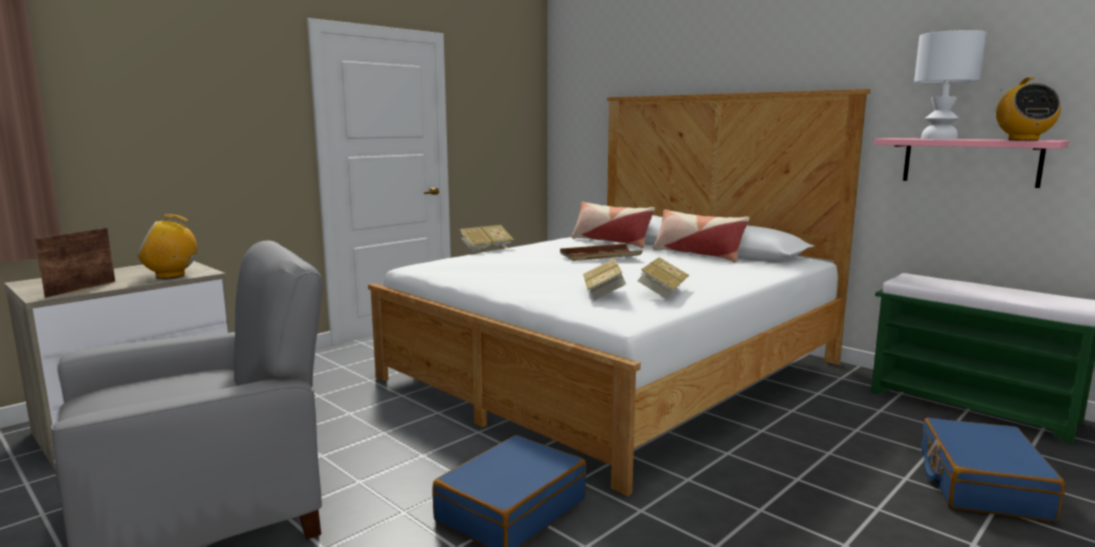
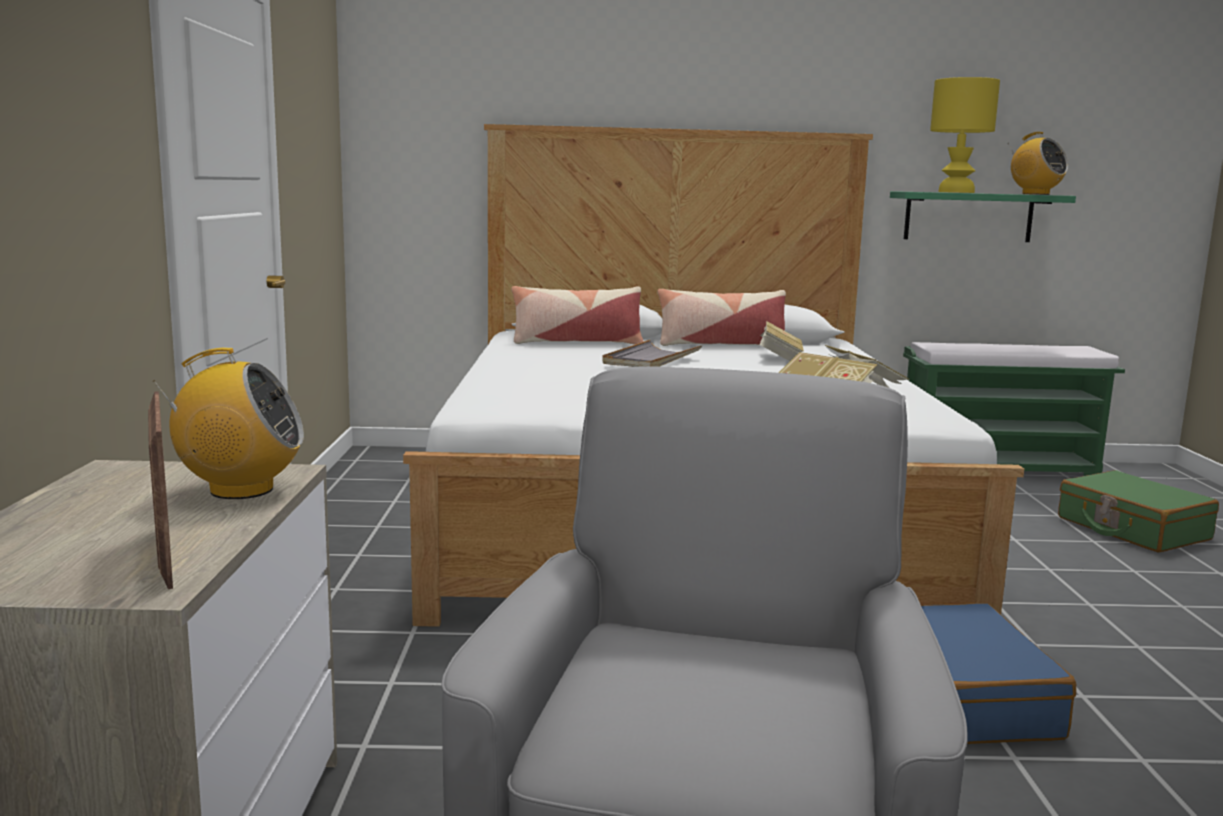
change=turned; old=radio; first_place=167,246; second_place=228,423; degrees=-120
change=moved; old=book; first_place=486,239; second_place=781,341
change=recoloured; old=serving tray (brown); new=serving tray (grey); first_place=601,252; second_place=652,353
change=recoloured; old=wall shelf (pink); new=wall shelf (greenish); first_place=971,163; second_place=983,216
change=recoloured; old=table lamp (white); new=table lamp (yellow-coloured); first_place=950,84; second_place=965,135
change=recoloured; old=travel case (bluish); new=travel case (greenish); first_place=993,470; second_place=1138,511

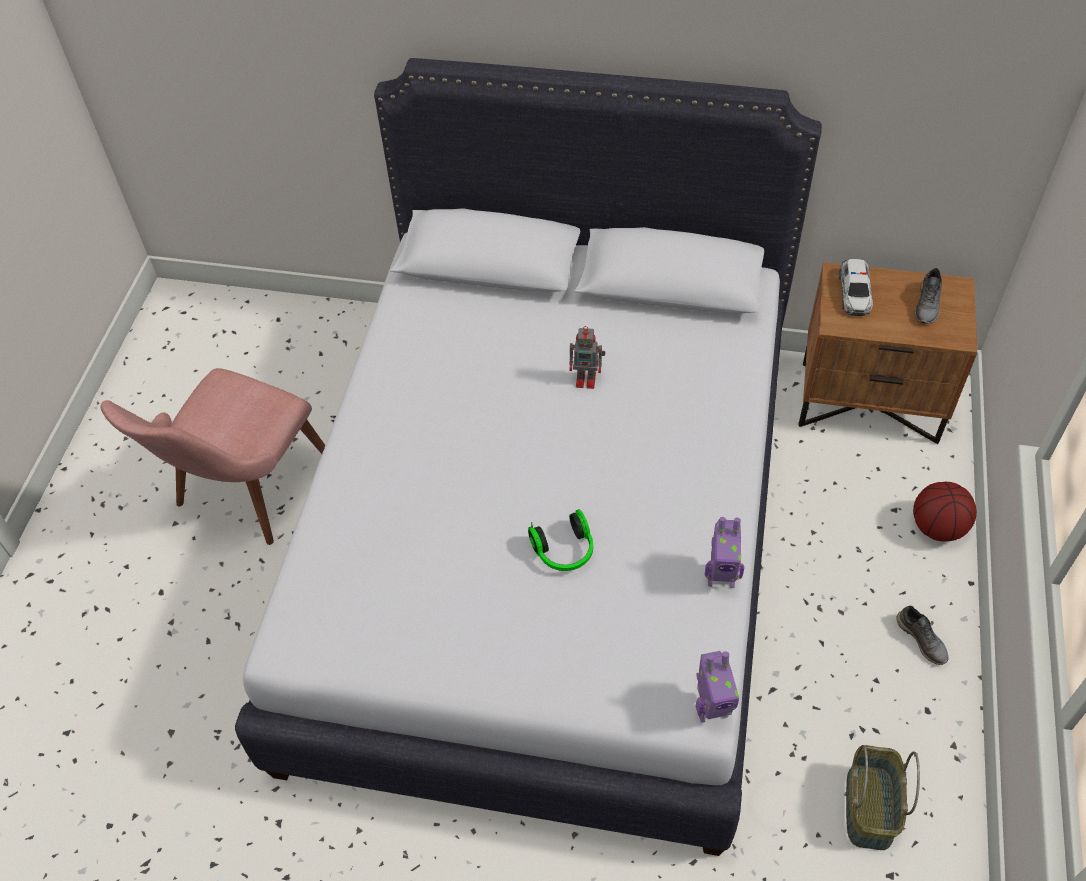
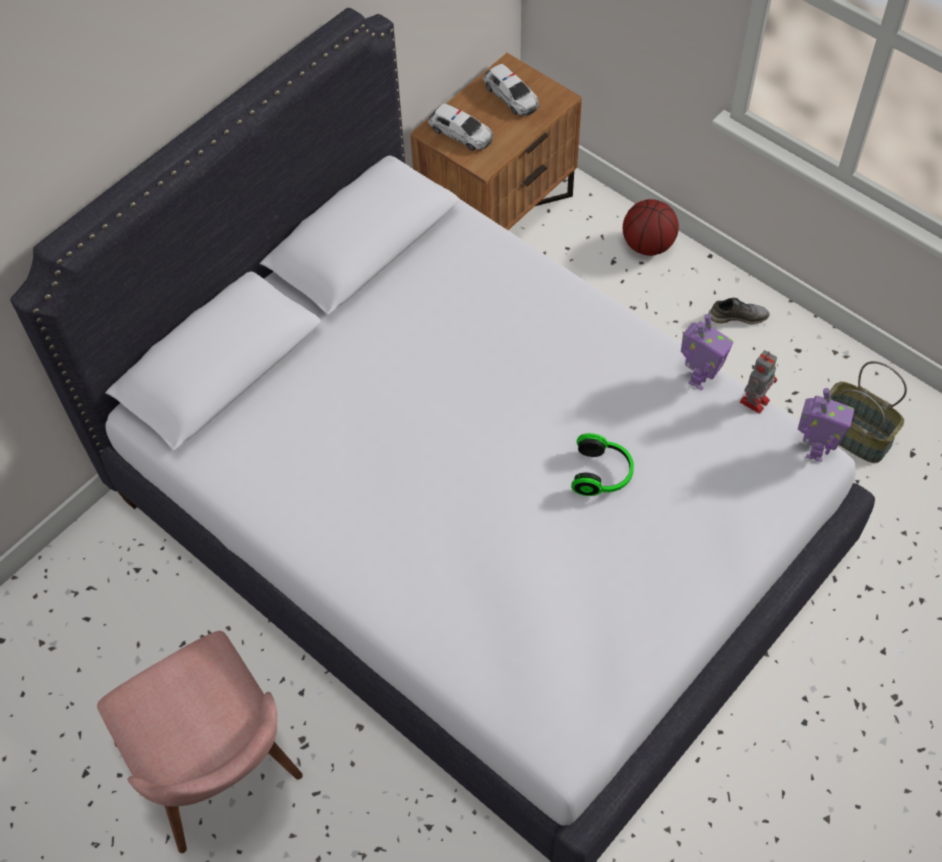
change=moved; old=toy robot; first_place=587,357; second_place=758,382
change=replaced; old=low shoe (grey); new=miniature car; first_place=928,296; second_place=511,90

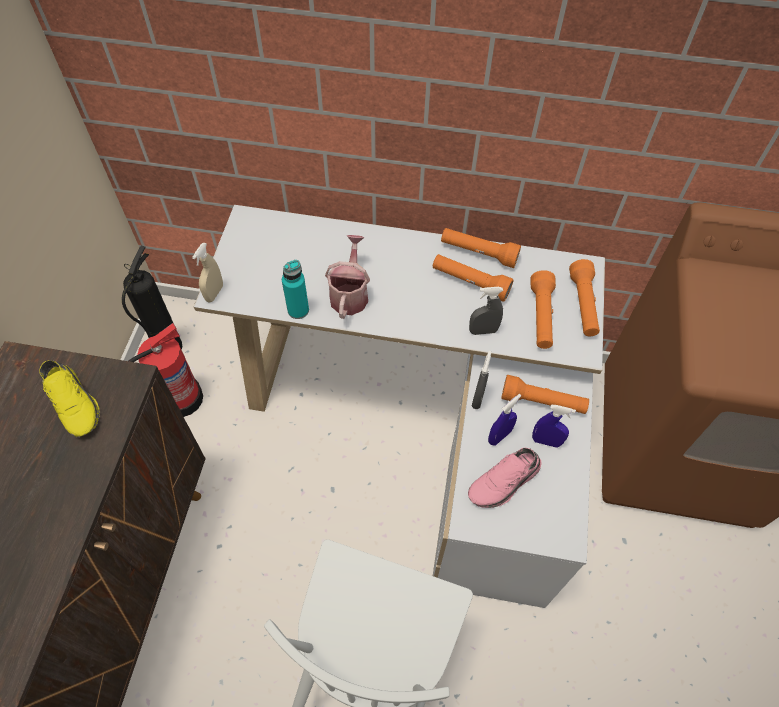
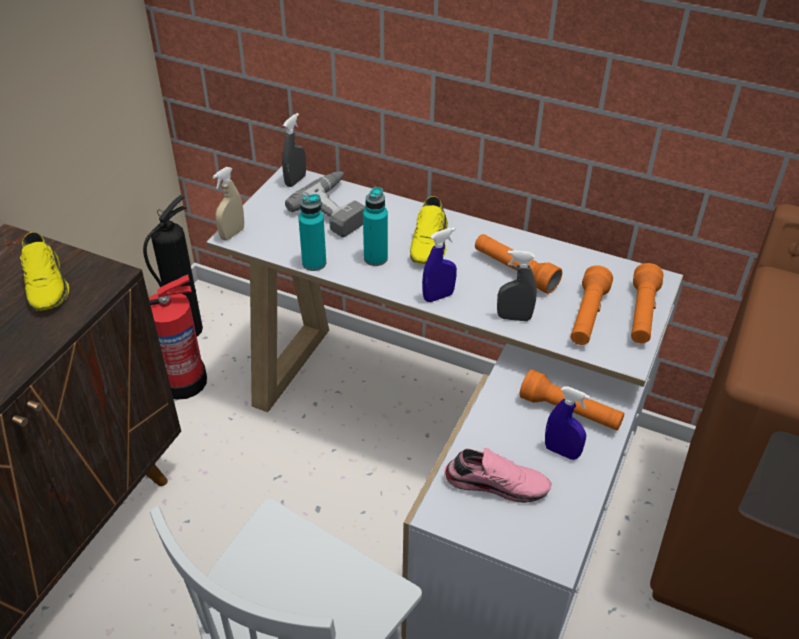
change=replaced; old=sprinkling can; new=bottle (turquoise); first_place=347,277; second_place=375,226
change=removed; old=flashlight (orange); first_place=481,248
change=turned; old=low shoe (pink); first_place=504,478; second_place=497,475; degrees=-150
change=moved; old=sprayer (grey); first_place=481,380; second_place=294,150
change=moved; old=sprayer (bluish); first_place=504,420; second_place=439,264
change=added; new=drill; second_place=325,204
change=added; new=low shoe (yellow-coloured); second_place=429,230

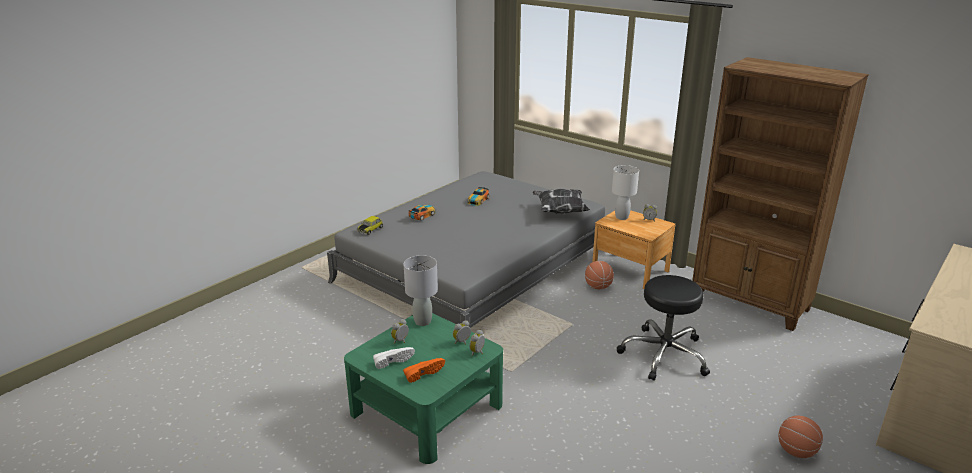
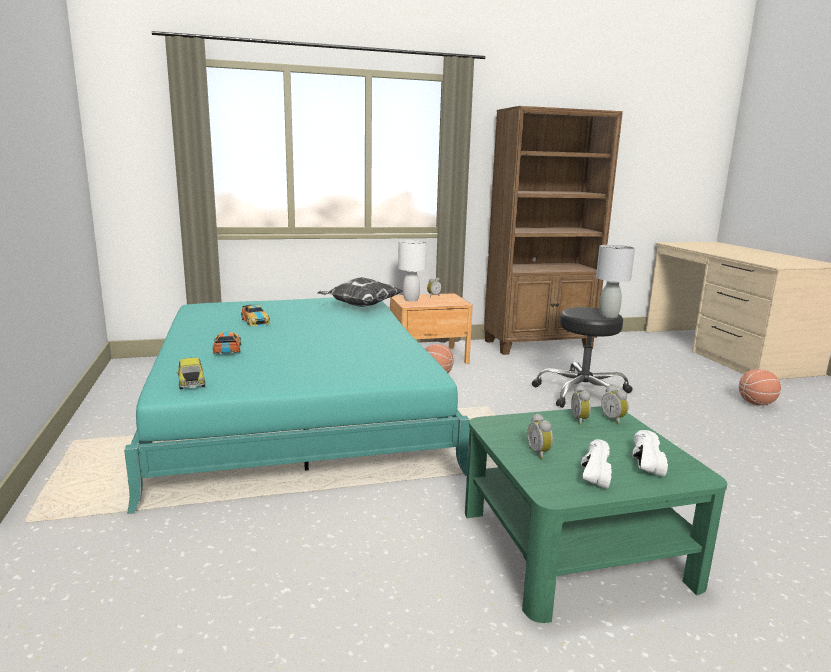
change=recoloured; old=bed (grey); new=bed (turquoise); first_place=466,249; second_place=297,405
change=recoloured; old=low shoe (orange); new=low shoe (white); first_place=424,370; second_place=650,453
change=moved; old=table lamp (grey); first_place=421,290; second_place=615,281

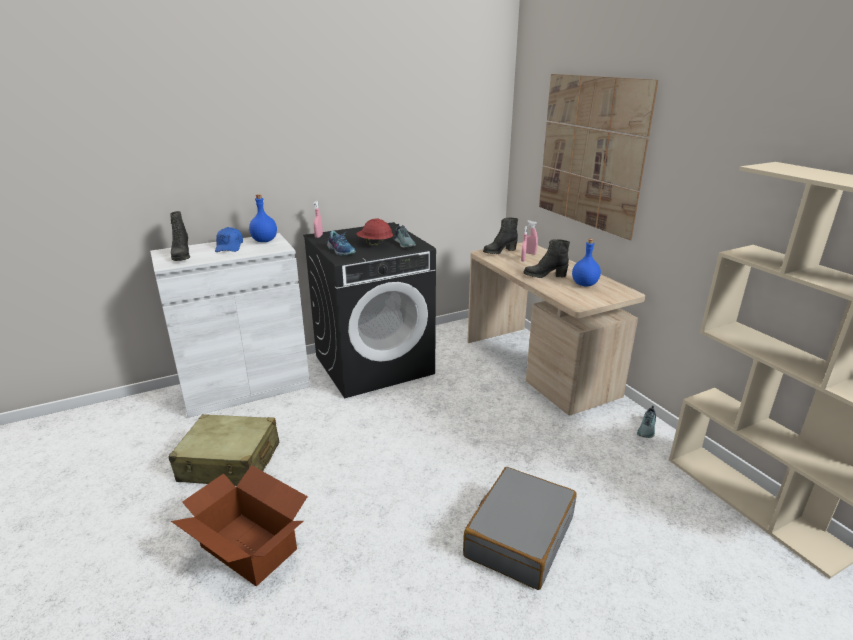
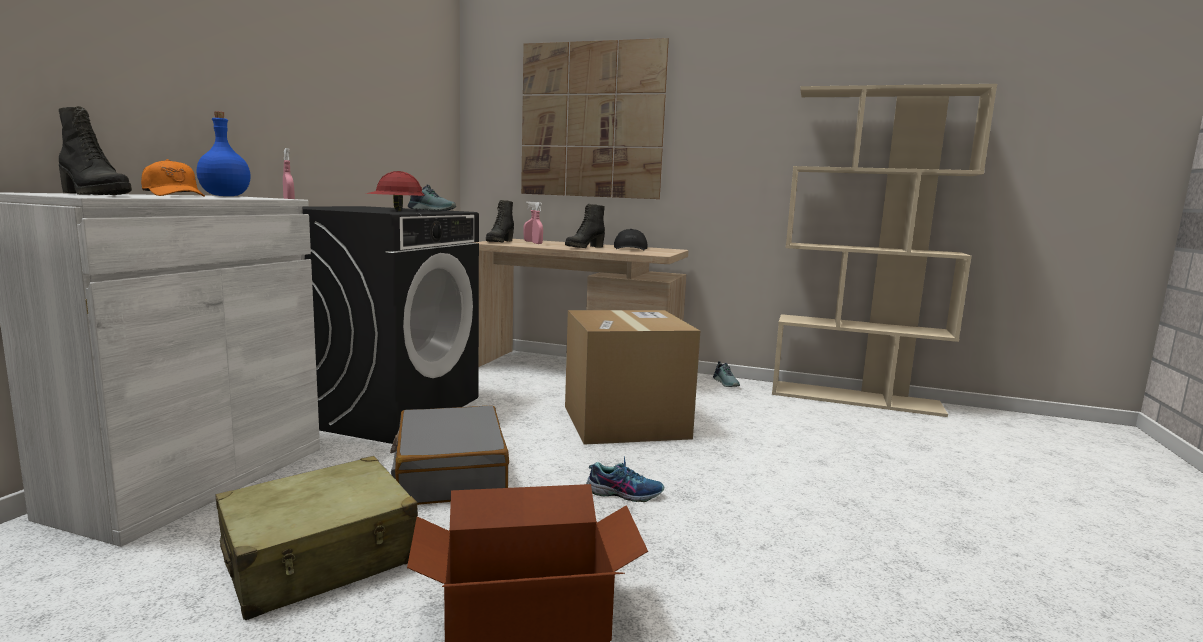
change=recoloured; old=peaked cap (bluish); new=peaked cap (orange); first_place=229,239; second_place=173,178
change=moved; old=low shoe; first_place=341,243; second_place=625,479
change=moved; old=travel case (grey); first_place=520,528; second_place=449,455
change=replaced; old=bottle (bluish); new=peaked cap (black-coloured); first_place=586,263; second_place=631,239
change=added; new=packing box; second_place=632,377

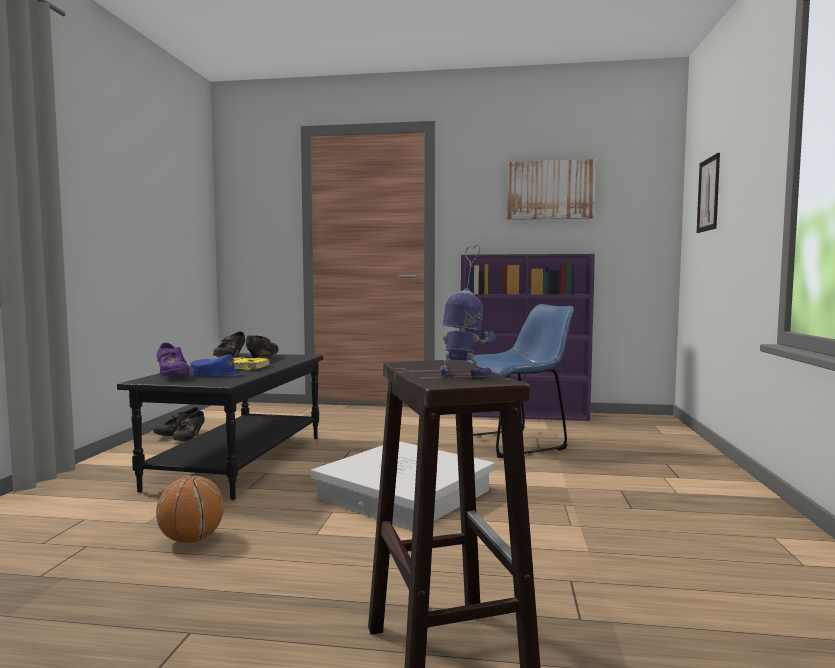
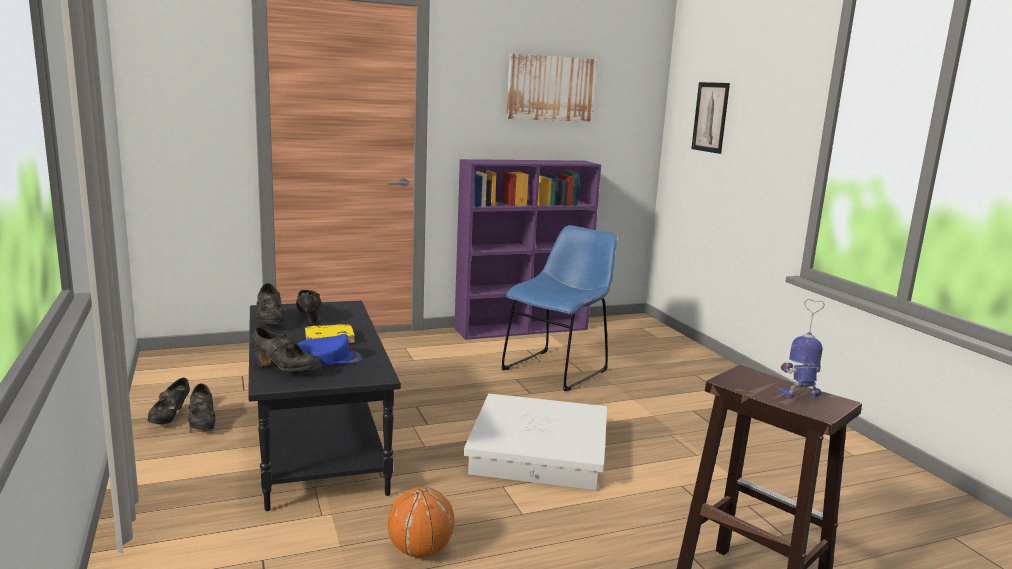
change=recoloured; old=low shoe (purple-coloured); new=low shoe (black-coloured); first_place=173,359; second_place=287,349

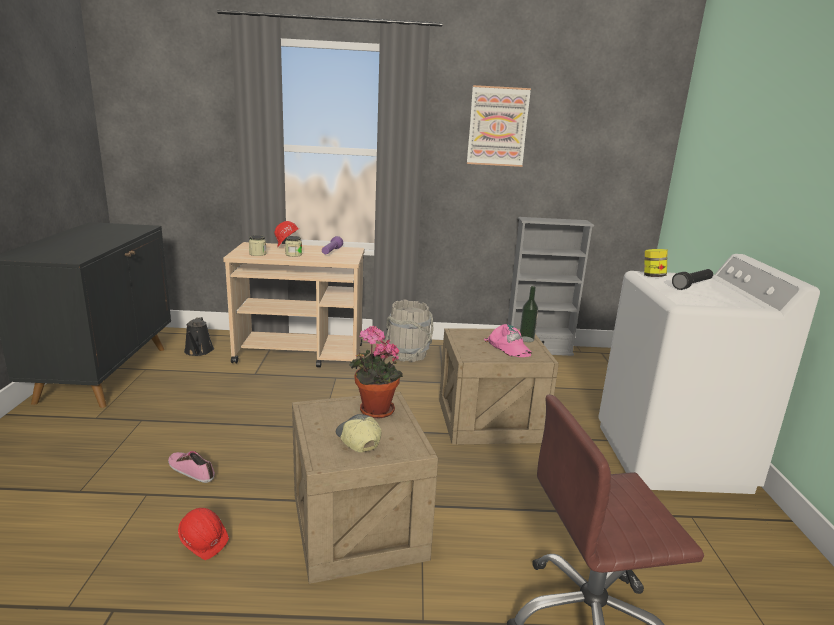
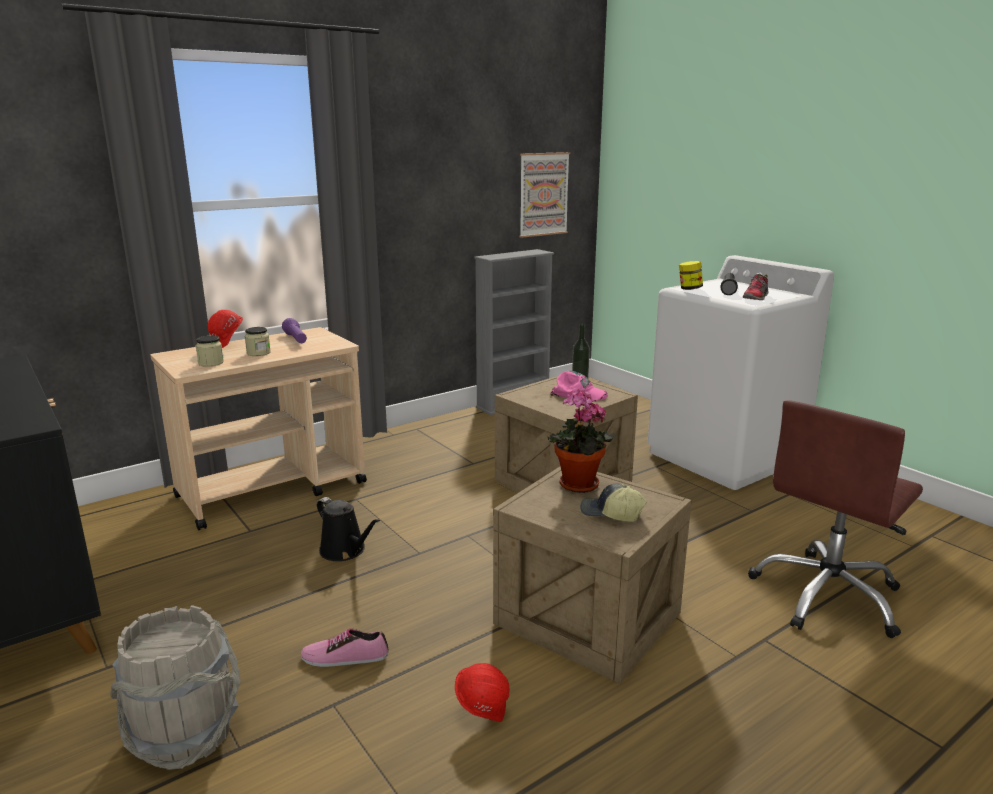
change=moved; old=sprinkling can (black-coloured); first_place=199,336; second_place=348,529
change=moved; old=water bucket (grey); first_place=409,330; second_place=175,687
change=moved; old=picture; first_place=499,126; second_place=544,195
change=added; new=low shoe; second_place=755,287

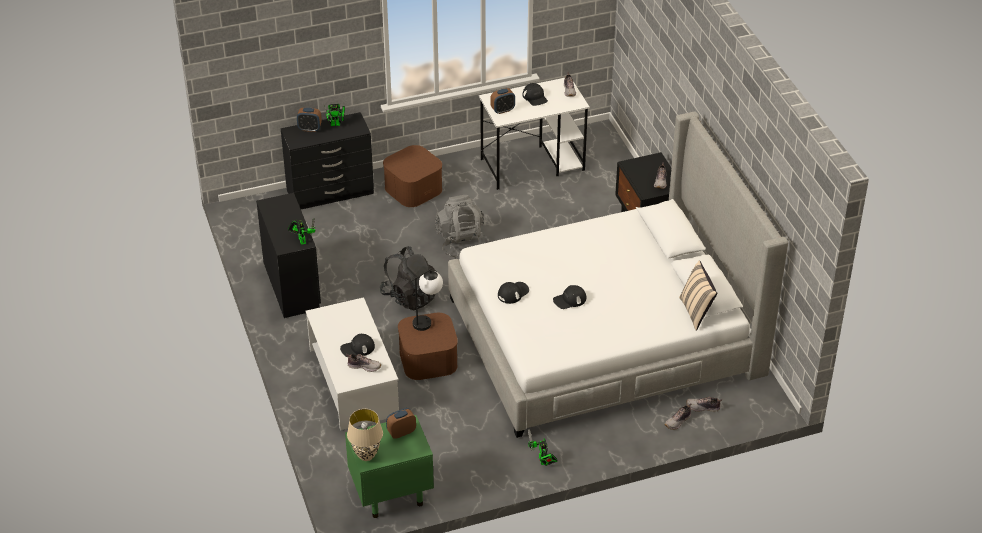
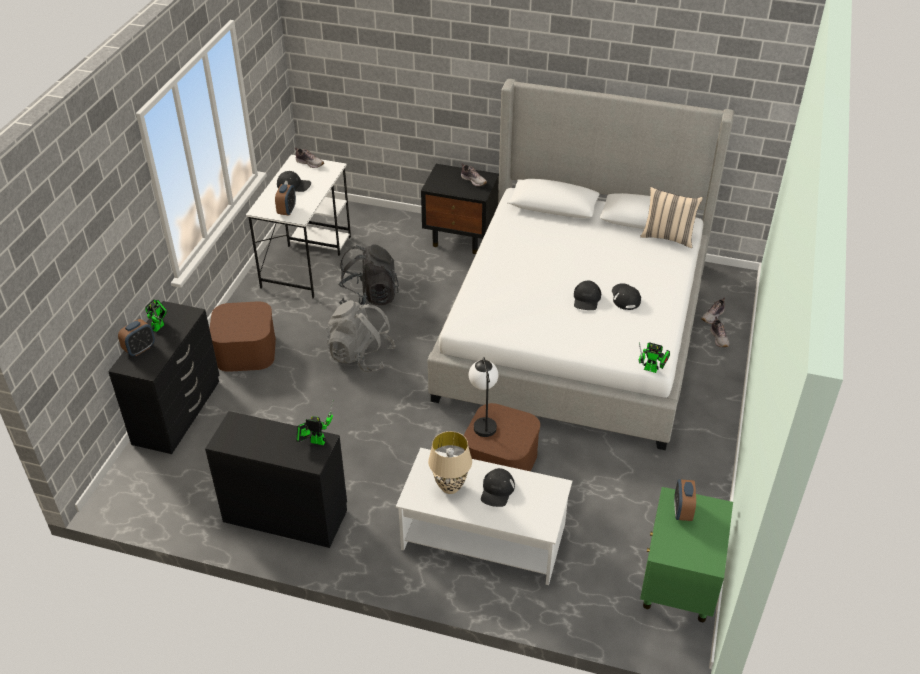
change=removed; old=low shoe; first_place=363,363
change=moved; old=table lamp (beige); first_place=365,435; second_place=450,462
change=moved; old=knapsack (black-coloured); first_place=408,278; second_place=369,274
change=moved; old=peaked cap (black-coloured); first_place=513,293; second_place=626,296
change=moved; old=toy robot; first_place=543,447; second_place=654,357

